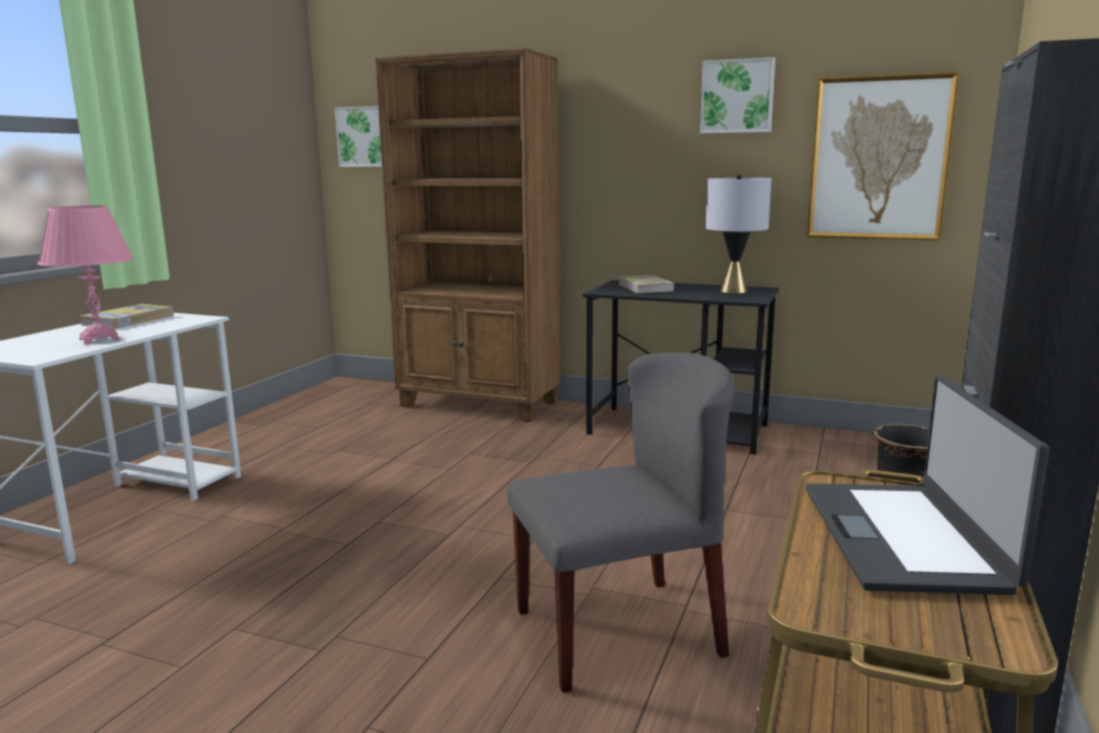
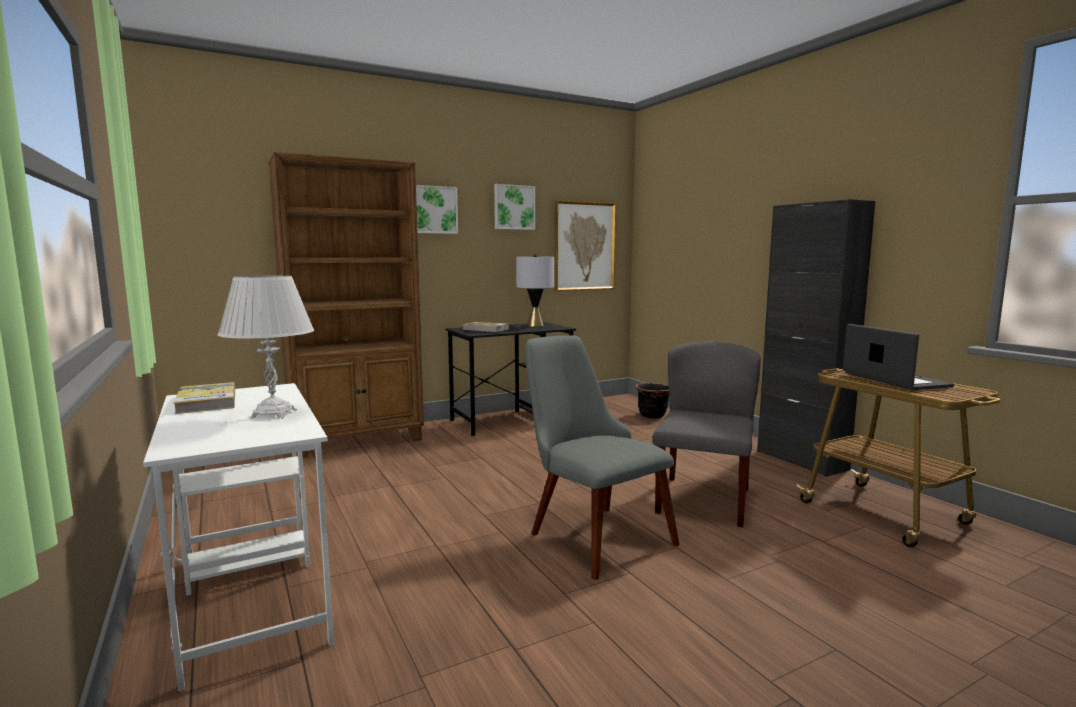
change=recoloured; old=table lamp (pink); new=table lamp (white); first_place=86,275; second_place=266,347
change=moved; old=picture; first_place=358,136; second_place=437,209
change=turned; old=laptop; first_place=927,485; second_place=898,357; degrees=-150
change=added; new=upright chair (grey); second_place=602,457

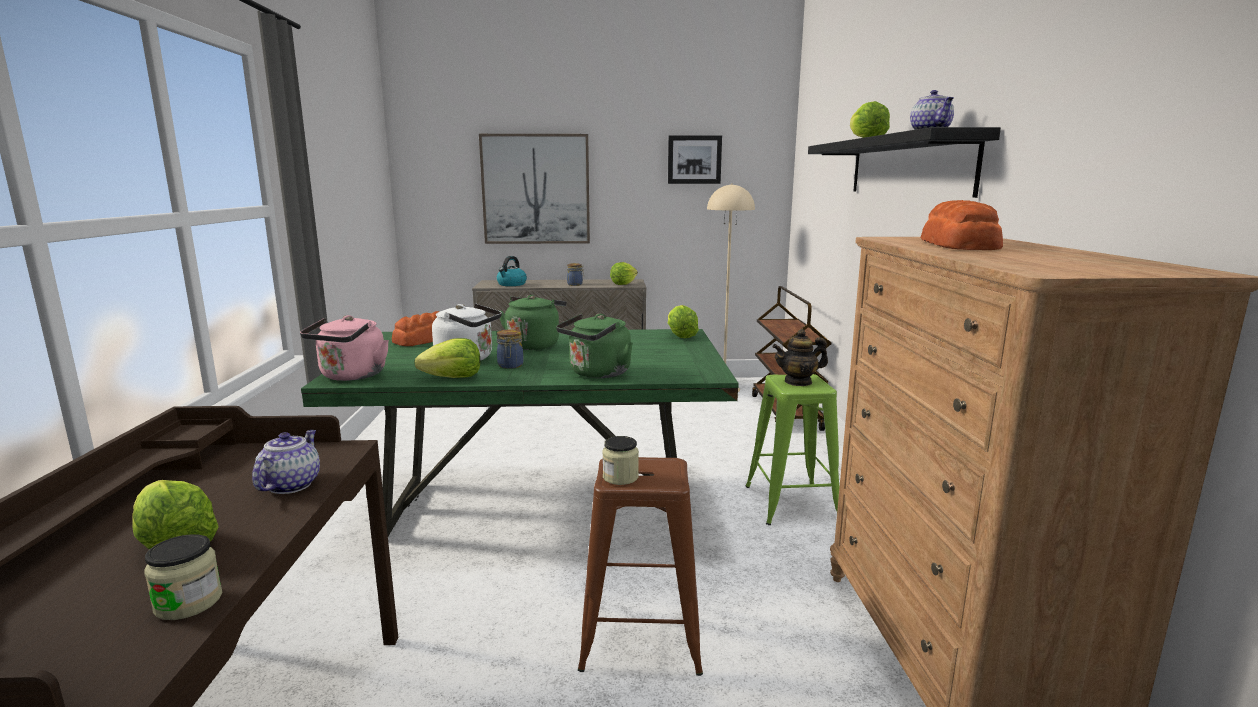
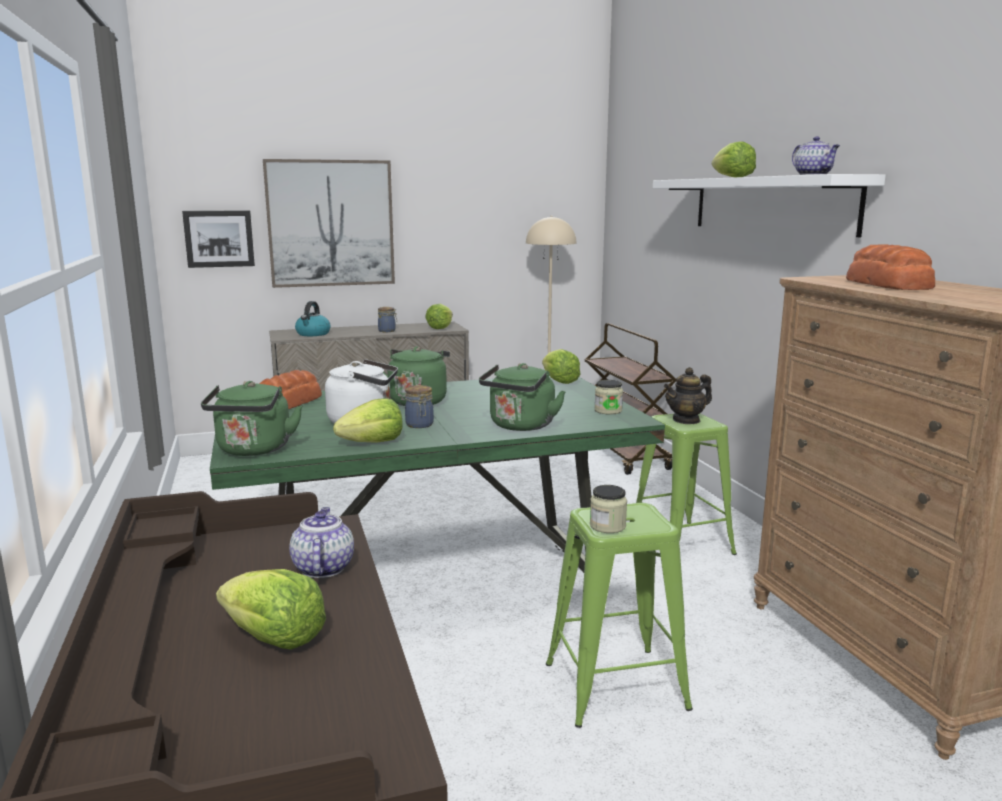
change=moved; old=preserve jar; first_place=183,577; second_place=608,397
change=recoloured; old=tea kettle (pink); new=tea kettle (greenish); first_place=344,348; second_place=251,418
change=recoloured; old=stool seat (brown); new=stool seat (greenish); first_place=640,566; second_place=619,615
change=moved; old=picture; first_place=695,159; second_place=218,239
change=recoloured; old=wall shelf (black-coloured); new=wall shelf (white); first_place=904,162; second_place=769,205

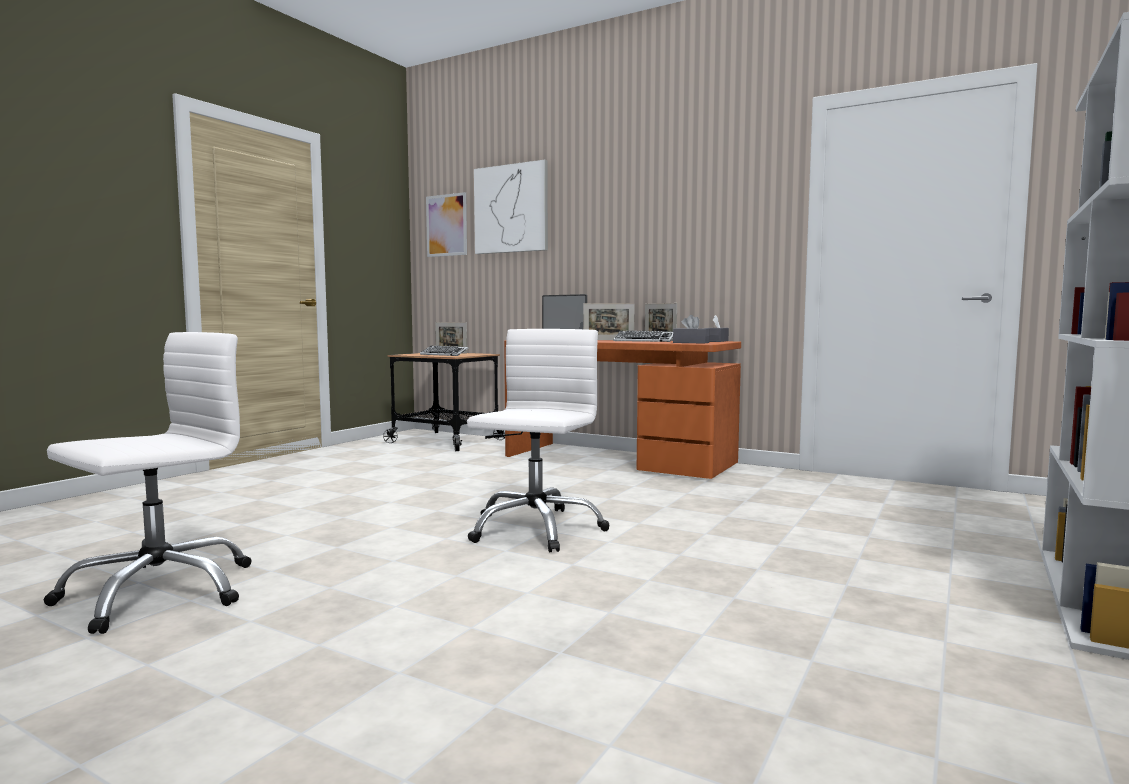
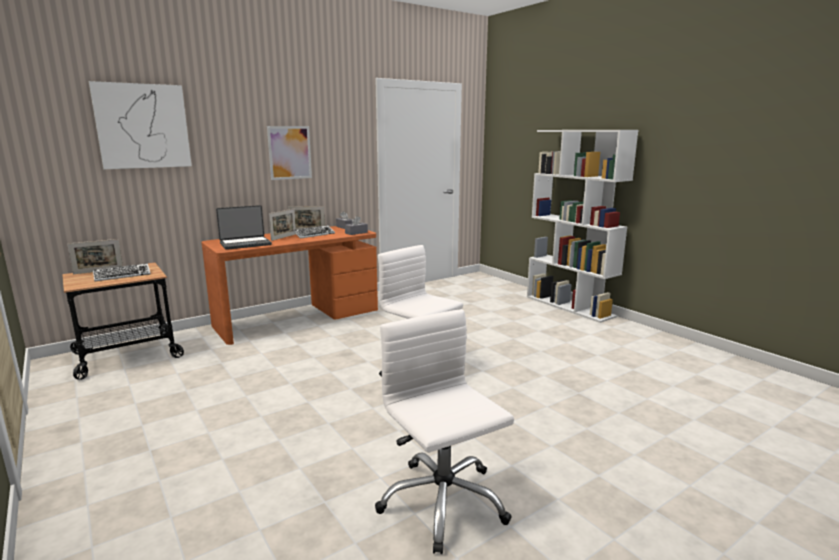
change=moved; old=picture; first_place=446,224; second_place=289,153

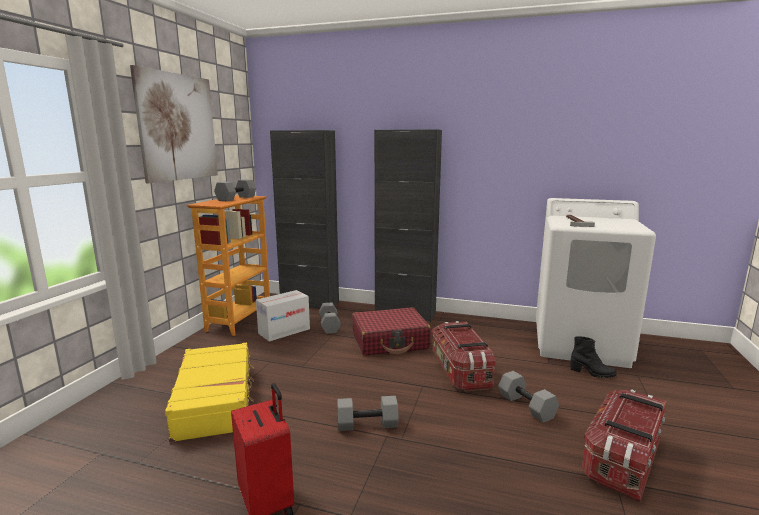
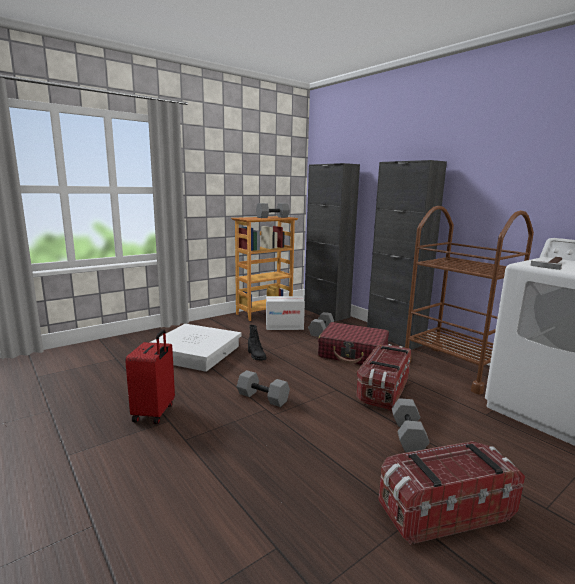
change=removed; old=picture; first_place=174,124
change=replaced; old=travel case (yellow-coloured); new=storage container (white); first_place=209,392; second_place=195,348
change=moved; old=high-top boot (black-coloured); first_place=593,357; second_place=257,343
change=added; new=wheeled cart (brown); second_place=469,300

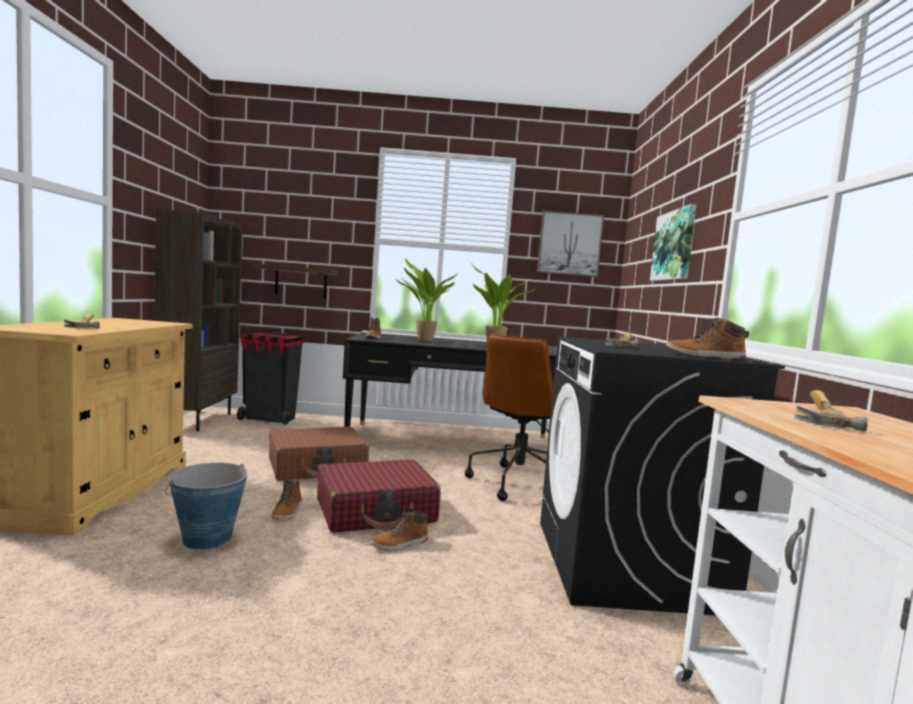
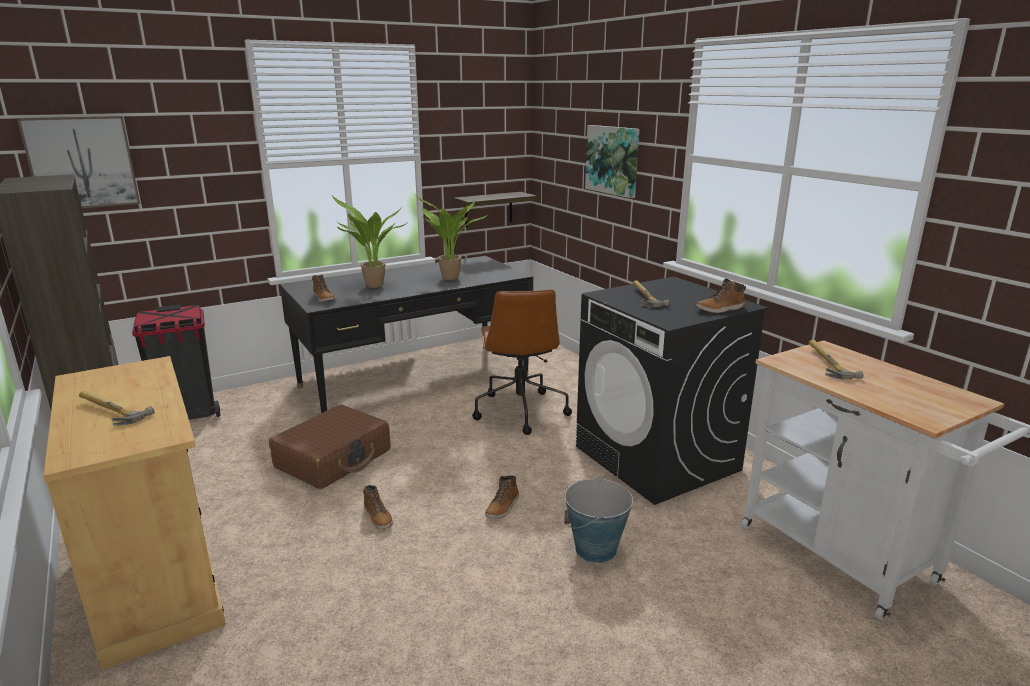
change=moved; old=water bucket; first_place=206,506; second_place=598,519
change=moved; old=wall shelf; first_place=296,281; second_place=495,209
change=removed; old=travel case (reddish); first_place=379,496
change=moved; old=picture; first_place=570,243; second_place=78,162

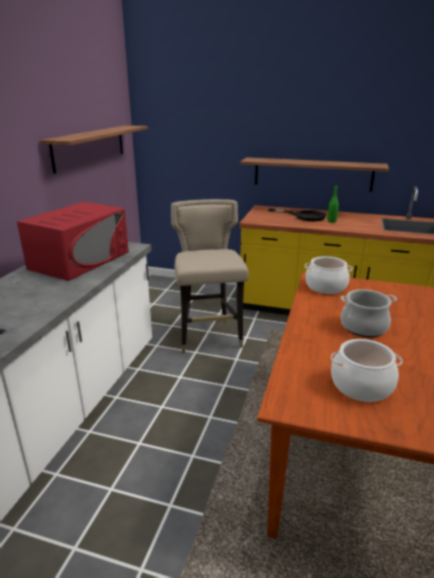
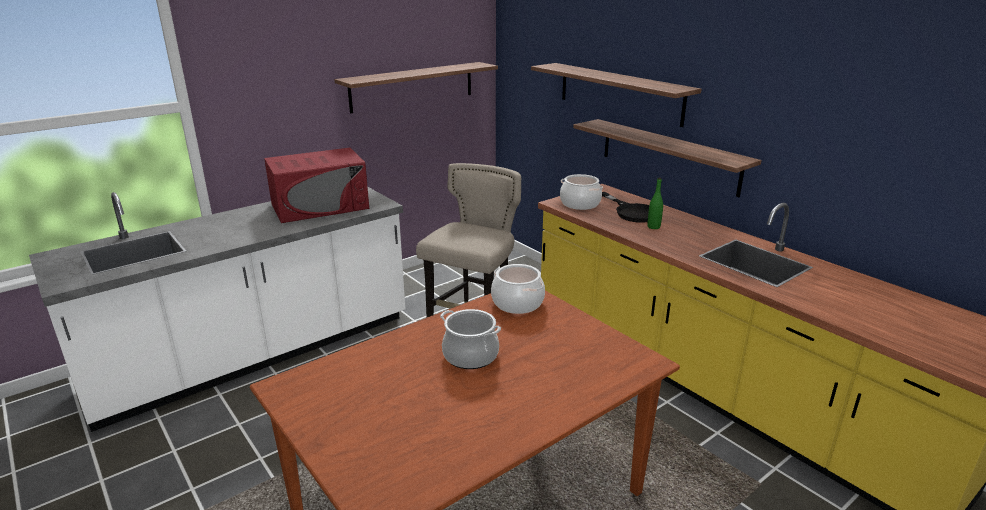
change=moved; old=stockpot; first_place=367,370; second_place=581,192
change=added; new=wall shelf; second_place=616,95

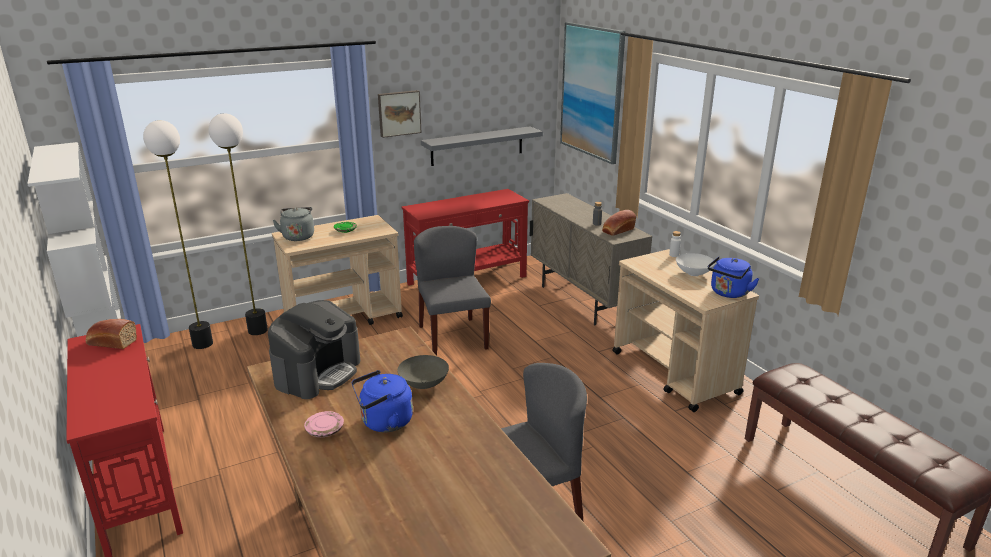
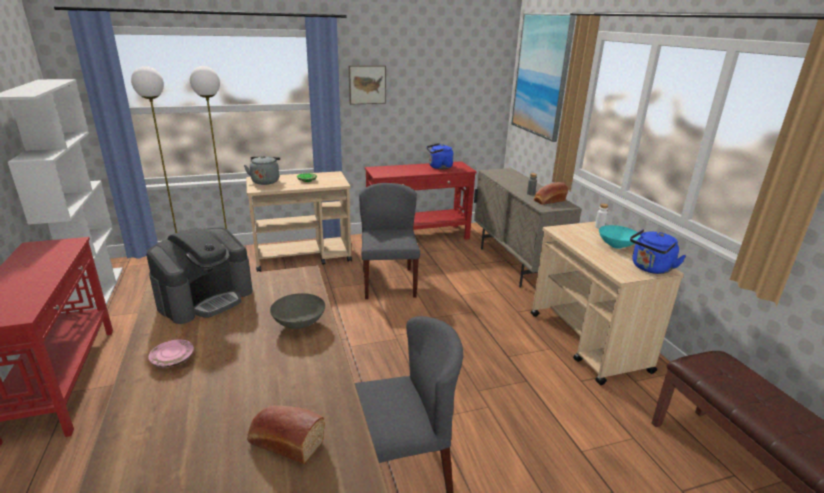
change=moved; old=bakery bread; first_place=111,334; second_place=286,435
change=moved; old=tea kettle (bluish); first_place=382,401; second_place=440,156
change=removed; old=wall shelf (grey); first_place=482,146
change=recoloured; old=bowl (white); new=bowl (turquoise); first_place=695,264; second_place=619,237

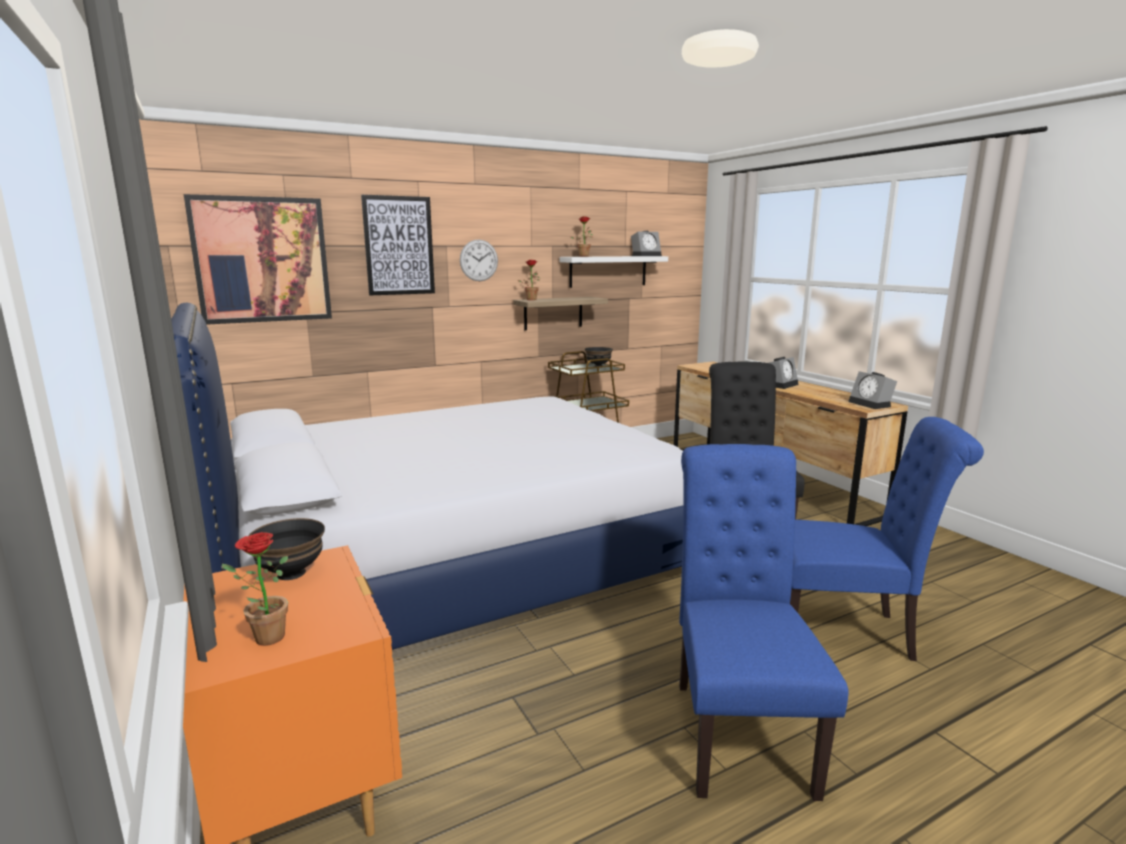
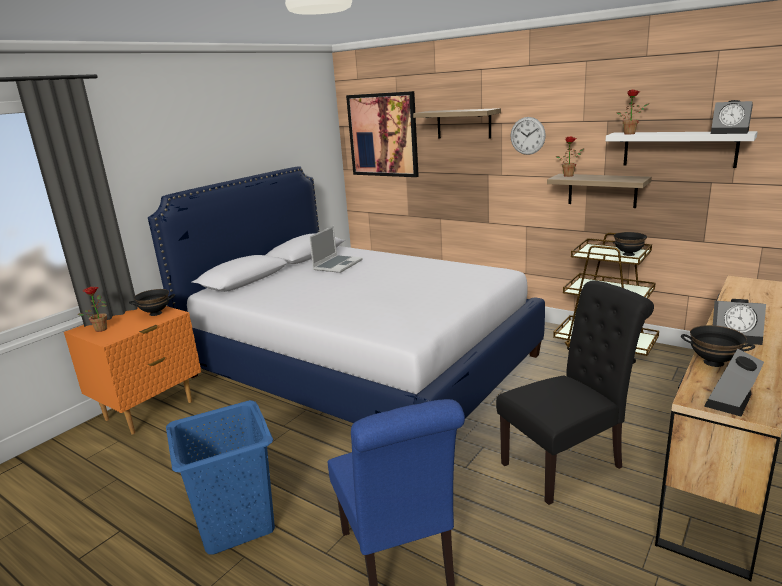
change=replaced; old=picture; new=wall shelf; first_place=398,245; second_place=457,123
change=replaced; old=upright chair (bluish); new=washing basket (bluish); first_place=763,622; second_place=220,477
change=added; new=laptop; second_place=336,249
change=added; new=bowl (black-coloured); second_place=718,346

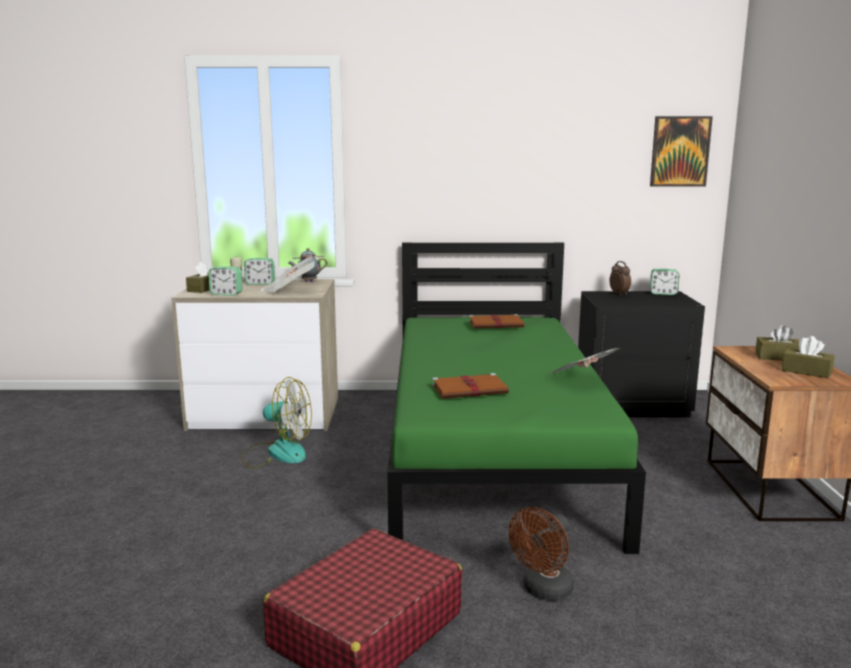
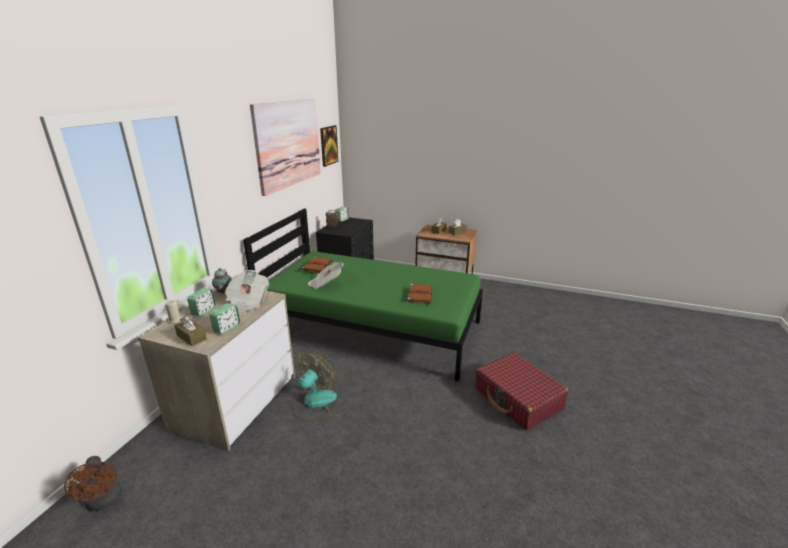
change=moved; old=electric fan (brown); first_place=541,554; second_place=93,483
change=moved; old=newspaper; first_place=585,361; second_place=326,275
change=added; new=picture; second_place=285,147

